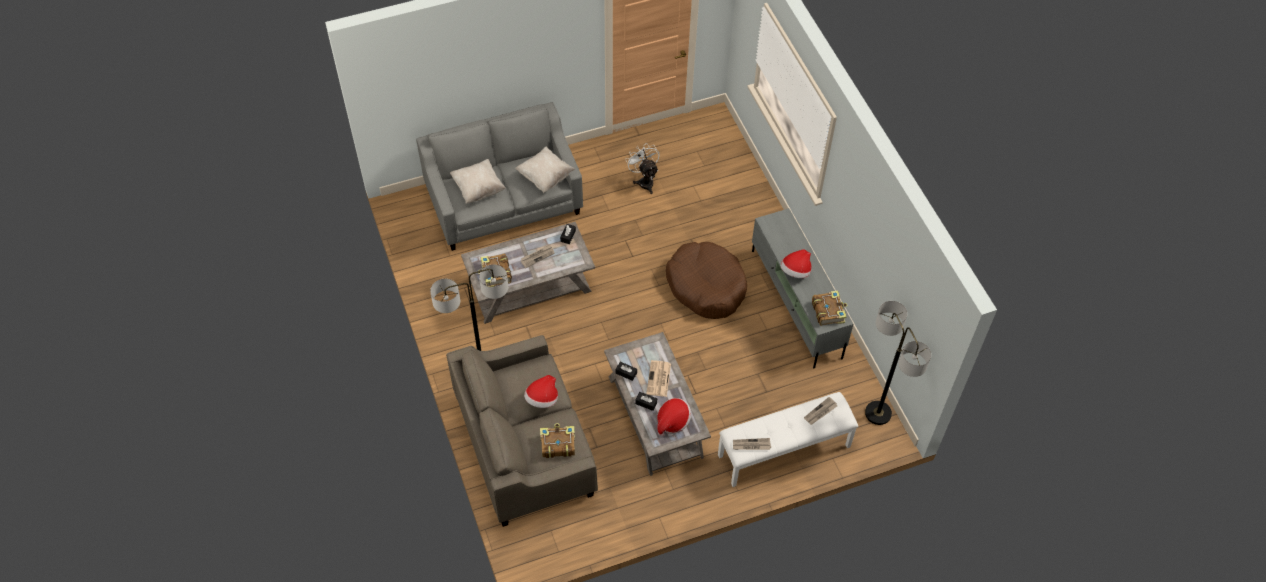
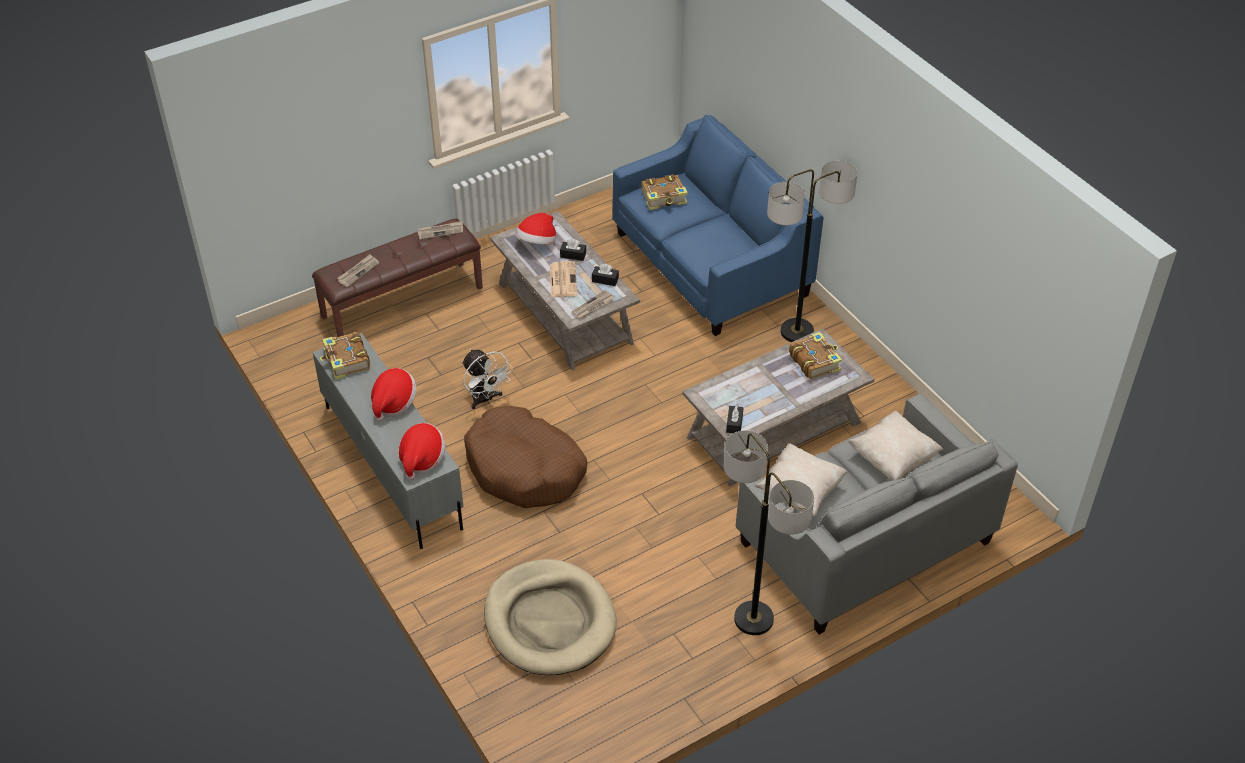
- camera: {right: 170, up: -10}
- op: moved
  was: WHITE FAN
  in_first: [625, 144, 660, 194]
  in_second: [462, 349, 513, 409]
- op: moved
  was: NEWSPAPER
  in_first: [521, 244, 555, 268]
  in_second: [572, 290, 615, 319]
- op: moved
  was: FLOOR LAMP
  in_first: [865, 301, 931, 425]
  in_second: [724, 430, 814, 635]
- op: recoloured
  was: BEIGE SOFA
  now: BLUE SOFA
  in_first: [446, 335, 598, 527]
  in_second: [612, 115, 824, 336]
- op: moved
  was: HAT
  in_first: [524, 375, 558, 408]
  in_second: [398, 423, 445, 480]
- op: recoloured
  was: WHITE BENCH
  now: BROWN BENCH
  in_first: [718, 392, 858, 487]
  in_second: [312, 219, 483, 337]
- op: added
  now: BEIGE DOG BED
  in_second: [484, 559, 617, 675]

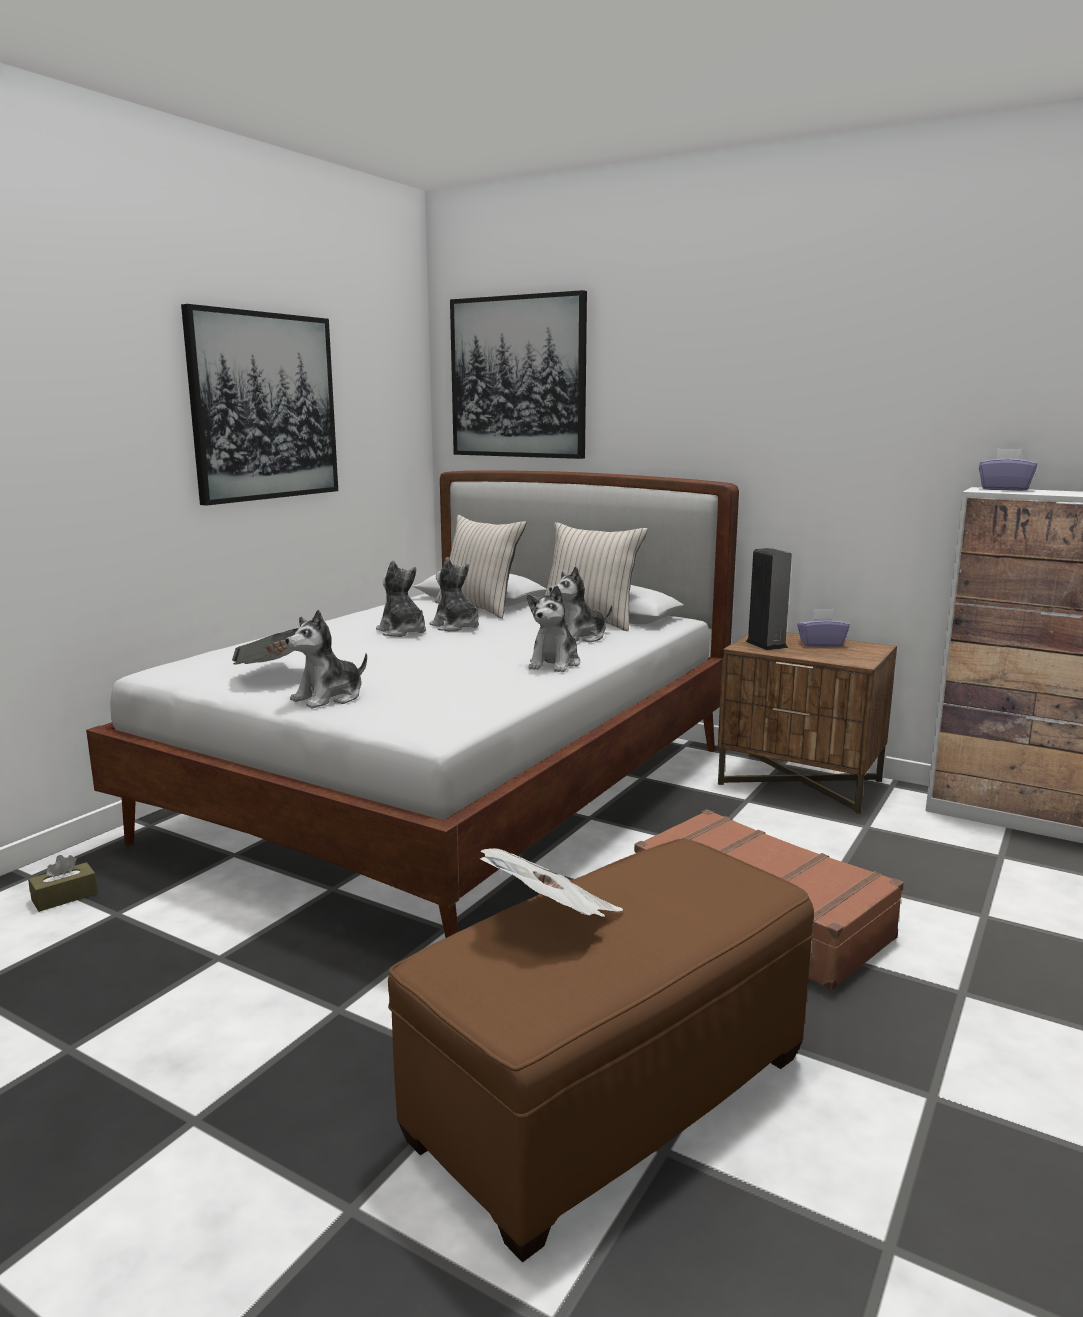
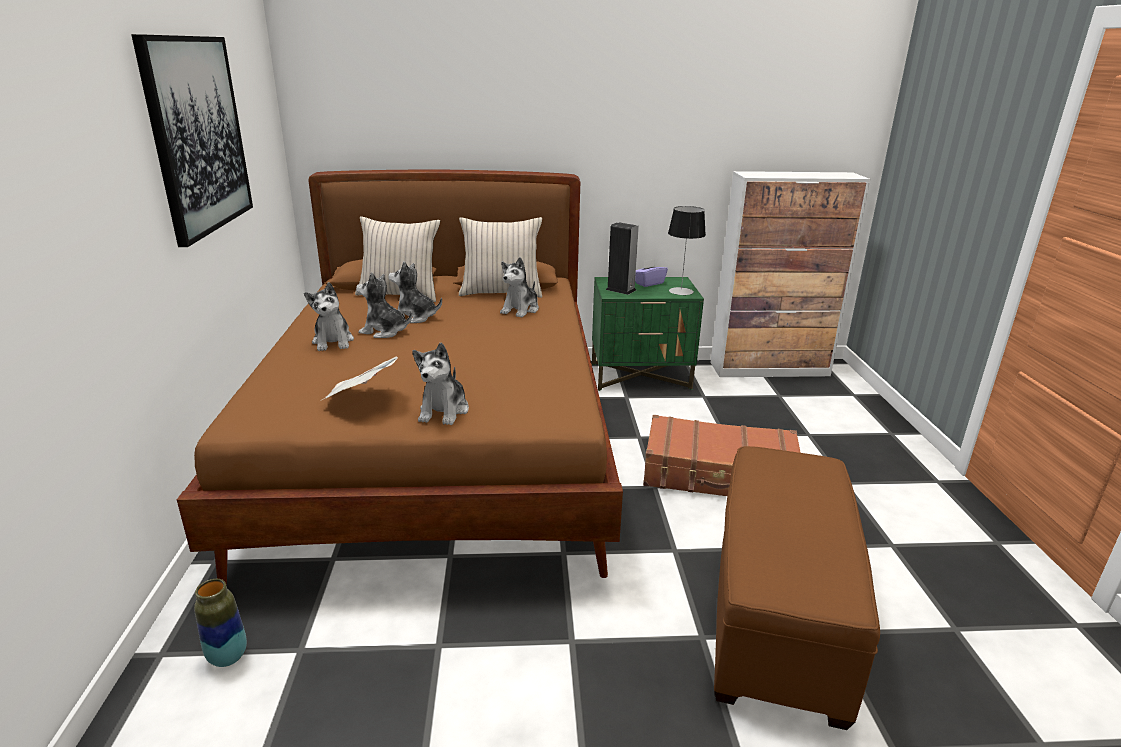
- camera: {right: -35, up: 10}
- op: removed
  was: PICTURE
  in_first: [450, 290, 587, 459]
- op: removed
  was: PURPLE TISSUE BOX
  in_first: [979, 448, 1037, 491]
- op: recoloured
  was: WHITE BED
  now: BROWN BED
  in_first: [86, 470, 739, 938]
  in_second: [177, 170, 623, 586]
- op: moved
  was: PLUSH TOY
  in_first: [527, 585, 580, 672]
  in_second: [304, 282, 354, 351]
- op: recoloured
  was: BROWN NIGHTSTAND
  now: GREEN NIGHTSTAND
  in_first: [718, 632, 897, 815]
  in_second: [592, 277, 704, 391]
- op: removed
  was: NEWSPAPER
  in_first: [480, 848, 623, 917]
- op: replaced
  was: BROWN TISSUE BOX
  now: VASE
  in_first: [28, 855, 98, 912]
  in_second: [194, 579, 247, 667]
- op: added
  now: TABLE LAMP
  in_second: [668, 206, 706, 295]

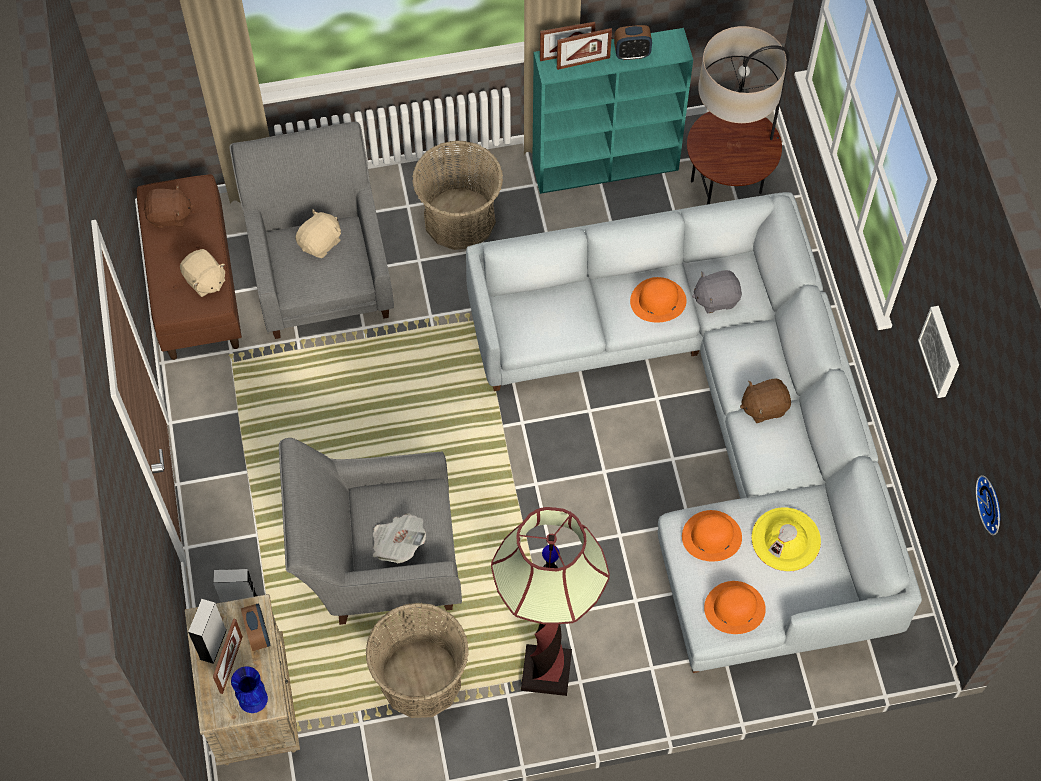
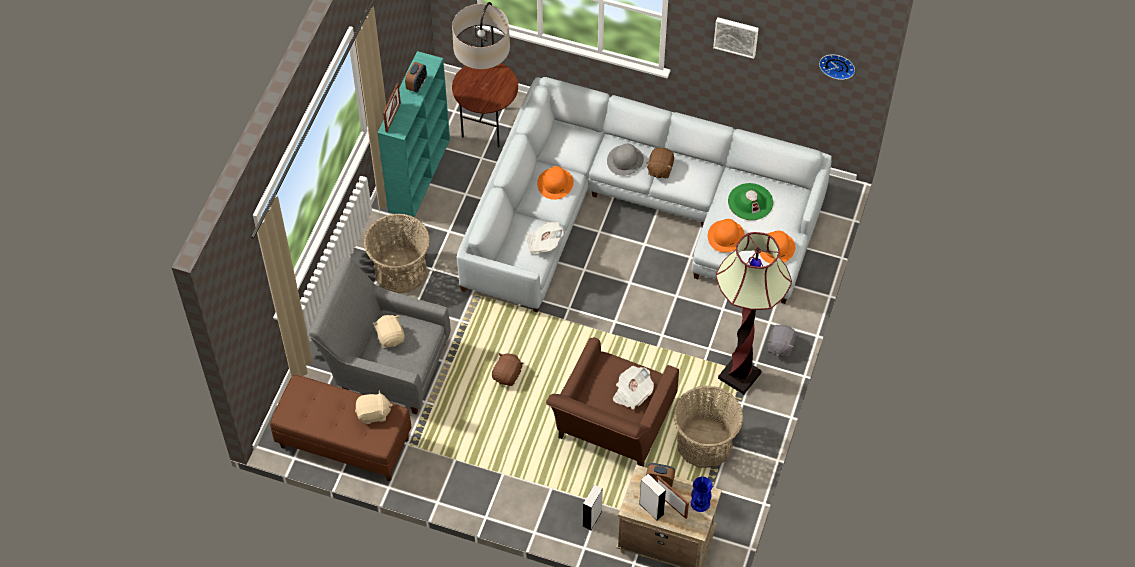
- camera: {right: -60, up: -5}
- op: removed
  was: PICTURE FRAME
  in_first: [557, 28, 612, 70]
- op: moved
  was: BROWN PLUSH TOY
  in_first: [144, 185, 194, 228]
  in_second: [492, 353, 524, 386]
- op: moved
  was: GREY PLUSH TOY
  in_first: [692, 270, 742, 313]
  in_second: [767, 324, 796, 357]
- op: recoloured
  was: GREY ARMCHAIR
  now: BROWN ARMCHAIR
  in_first: [279, 438, 462, 625]
  in_second: [546, 337, 679, 467]
- op: recoloured
  was: YELLOW HAT
  now: GREEN HAT
  in_first: [751, 507, 821, 572]
  in_second: [728, 183, 773, 220]
- op: added
  now: GREY HAT
  in_second: [607, 144, 644, 176]
- op: added
  now: NEWSPAPER
  in_second: [526, 222, 564, 253]

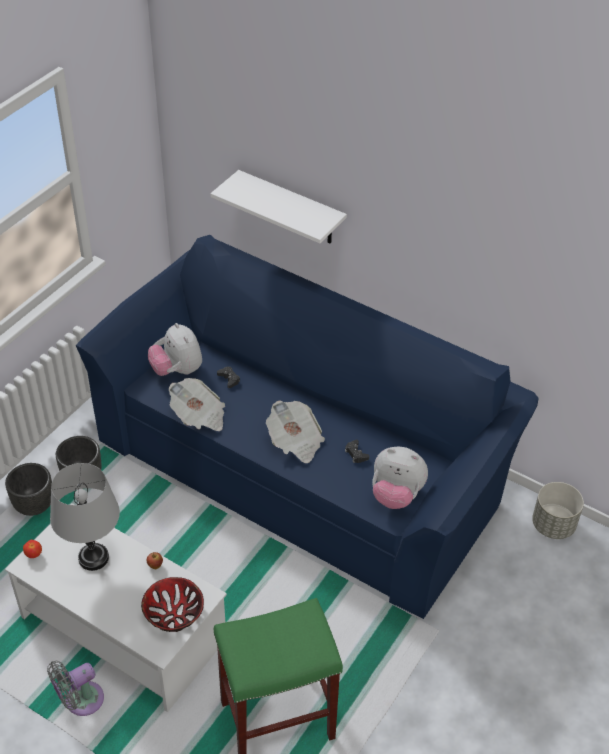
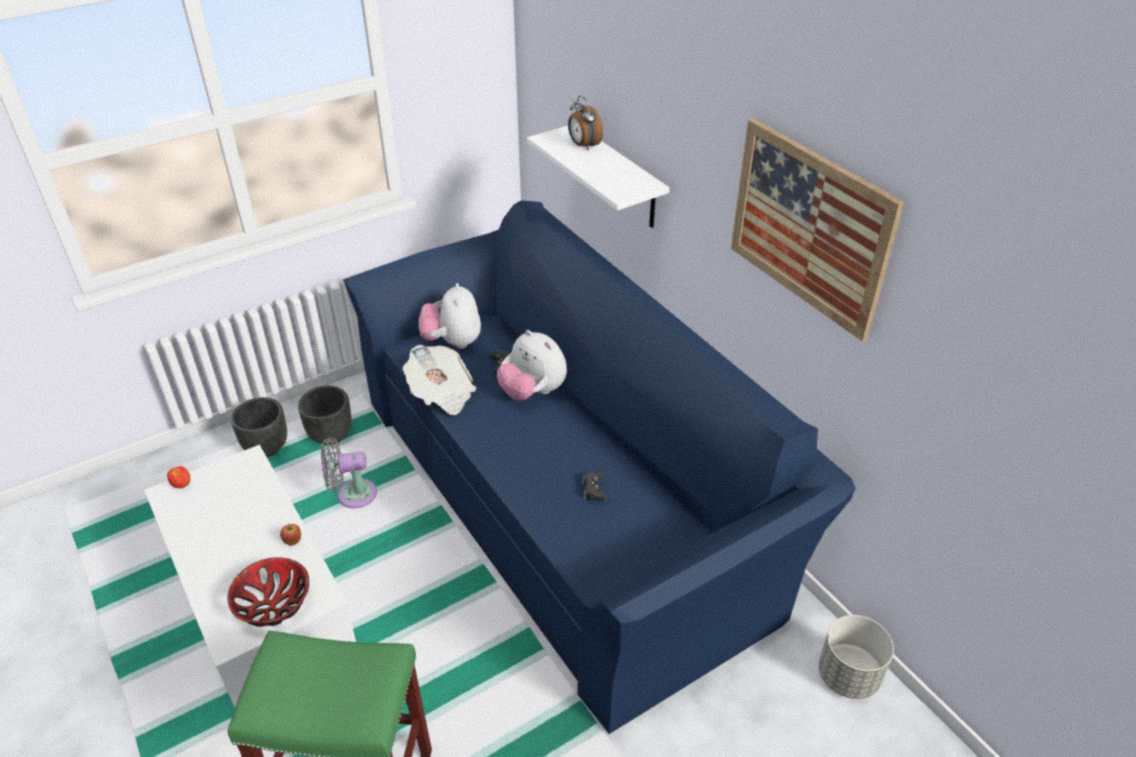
- camera: {right: 25, up: -5}
- op: removed
  was: NEWSPAPER
  in_first: [266, 400, 325, 463]
- op: moved
  was: PLUSH TOY
  in_first: [372, 447, 428, 509]
  in_second: [497, 330, 567, 401]
- op: removed
  was: GREY TABLE LAMP
  in_first: [50, 463, 120, 571]
- op: moved
  was: GREY FAN
  in_first: [47, 661, 104, 716]
  in_second: [321, 438, 377, 508]
- op: added
  now: ALARM CLOCK
  in_second: [568, 96, 603, 150]
- op: added
  now: PICTURE
  in_second: [731, 118, 904, 341]

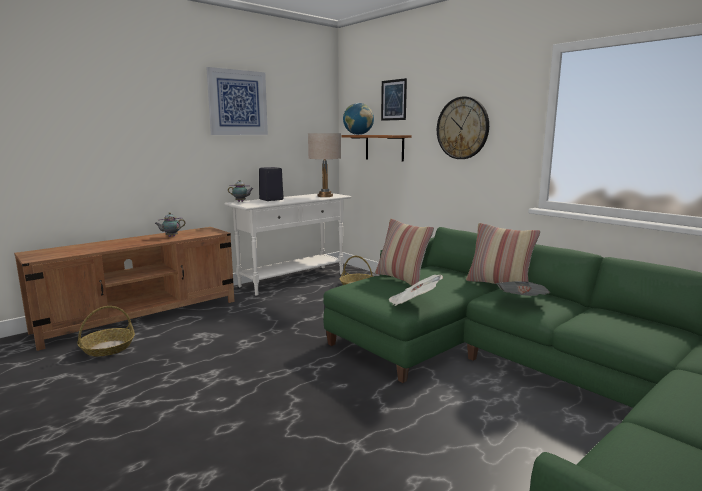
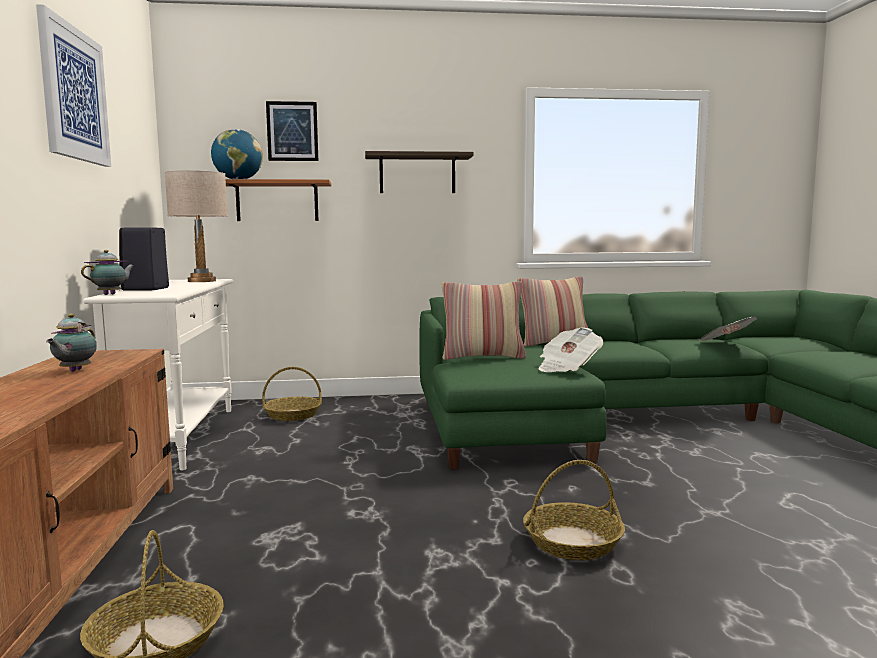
- camera: {right: -55, up: -5}
- op: replaced
  was: WALL CLOCK
  now: SHELF
  in_first: [437, 96, 489, 159]
  in_second: [365, 151, 474, 193]
- op: moved
  was: NEWSPAPER
  in_first: [496, 281, 550, 296]
  in_second: [697, 316, 757, 341]
- op: added
  now: BASKET
  in_second: [523, 460, 625, 560]

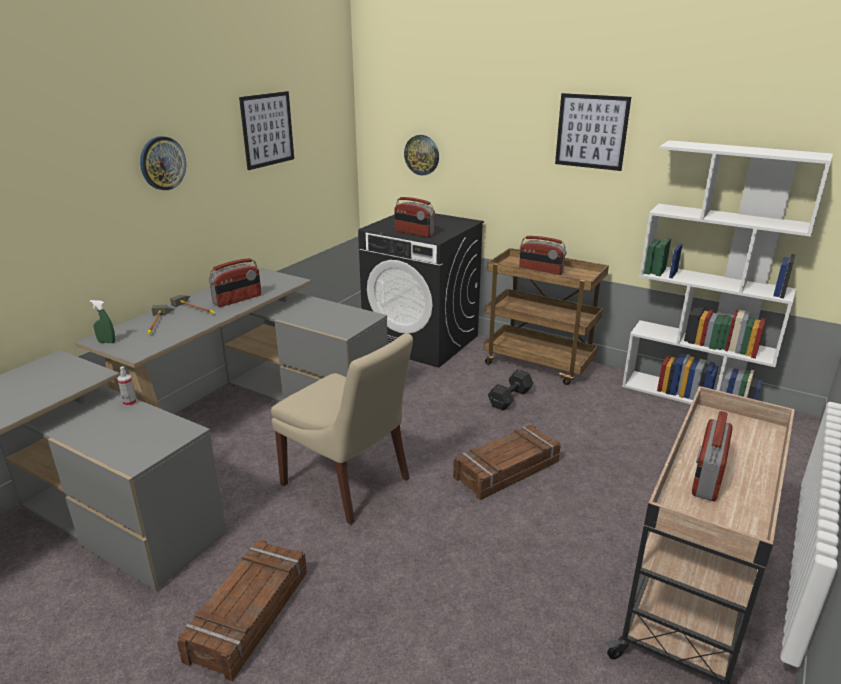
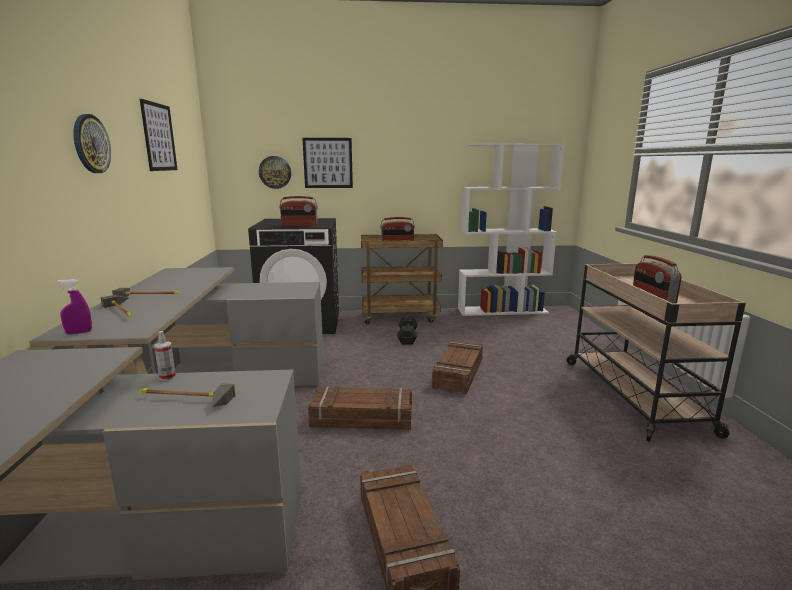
- camera: {right: -35, up: -10}
- op: moved
  was: PICTURE
  in_first: [555, 93, 631, 171]
  in_second: [302, 138, 353, 188]
- op: removed
  was: RADIO
  in_first: [209, 258, 261, 307]
- op: recoloured
  was: GREEN SPRAY BOTTLE
  now: PURPLE SPRAY BOTTLE
  in_first: [90, 300, 116, 343]
  in_second: [57, 279, 92, 334]
- op: replaced
  was: BEIGE CHAIR
  now: CRATE
  in_first: [271, 333, 413, 525]
  in_second: [308, 386, 412, 430]
- op: added
  now: HAMMER
  in_second: [139, 383, 235, 407]

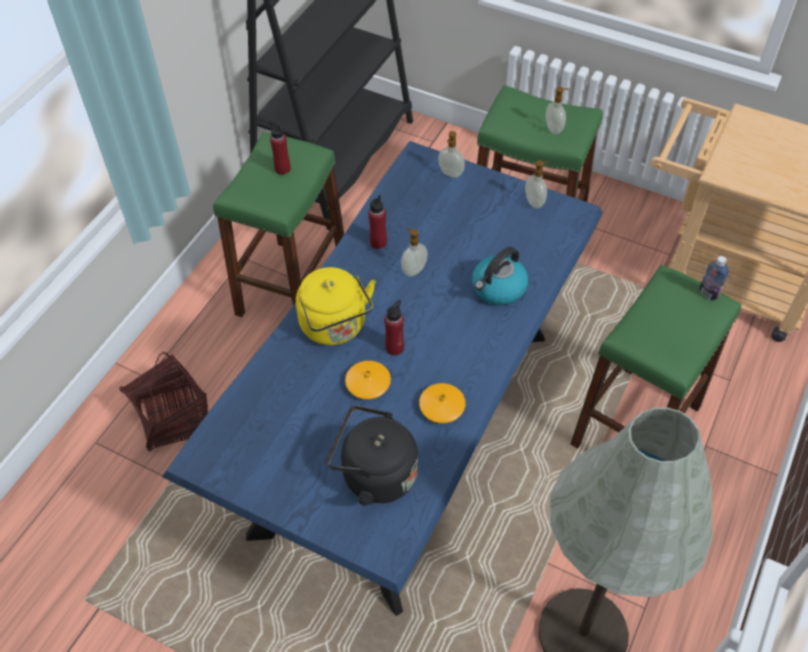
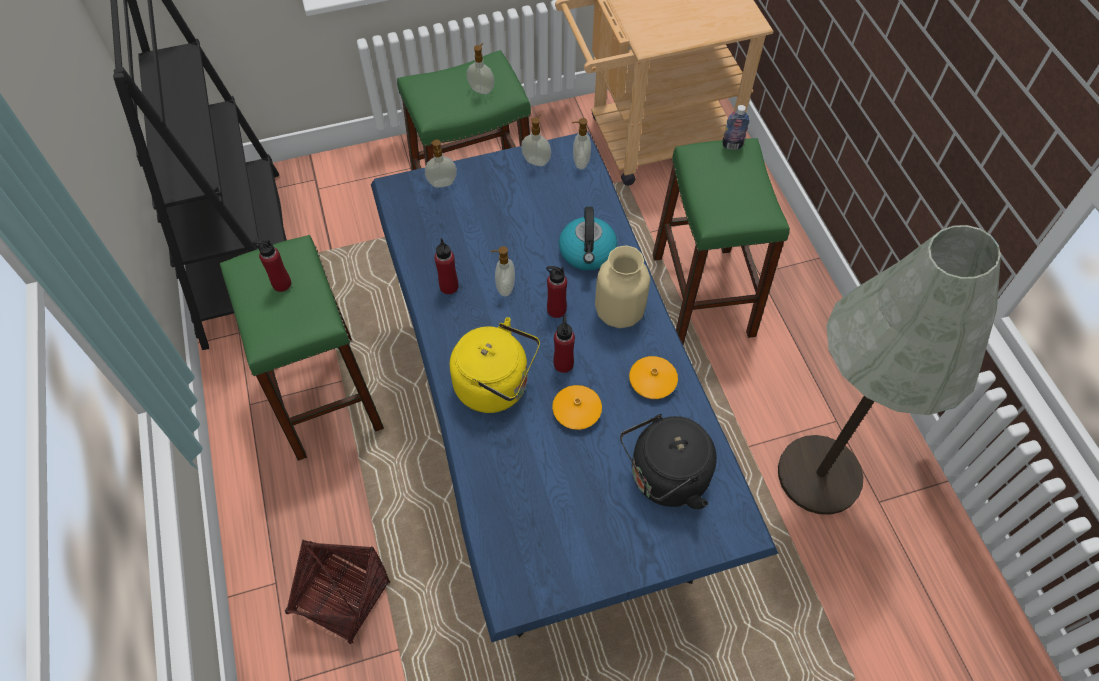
- camera: {right: -45, up: 5}
- op: added
  now: SOAP DISPENSER
  in_second: [572, 118, 591, 169]
- op: added
  now: BEIGE VASE
  in_second: [595, 245, 650, 328]
- op: added
  now: RED BOTTLE
  in_second: [546, 266, 567, 318]

